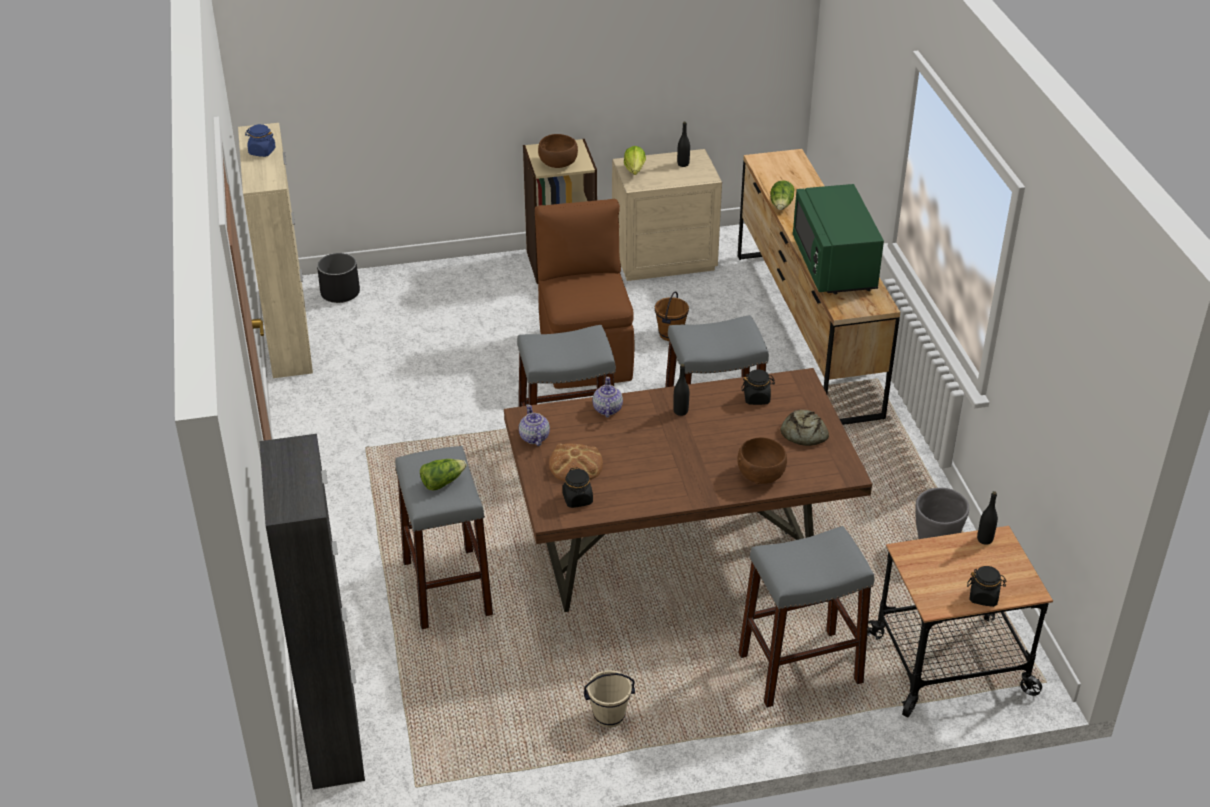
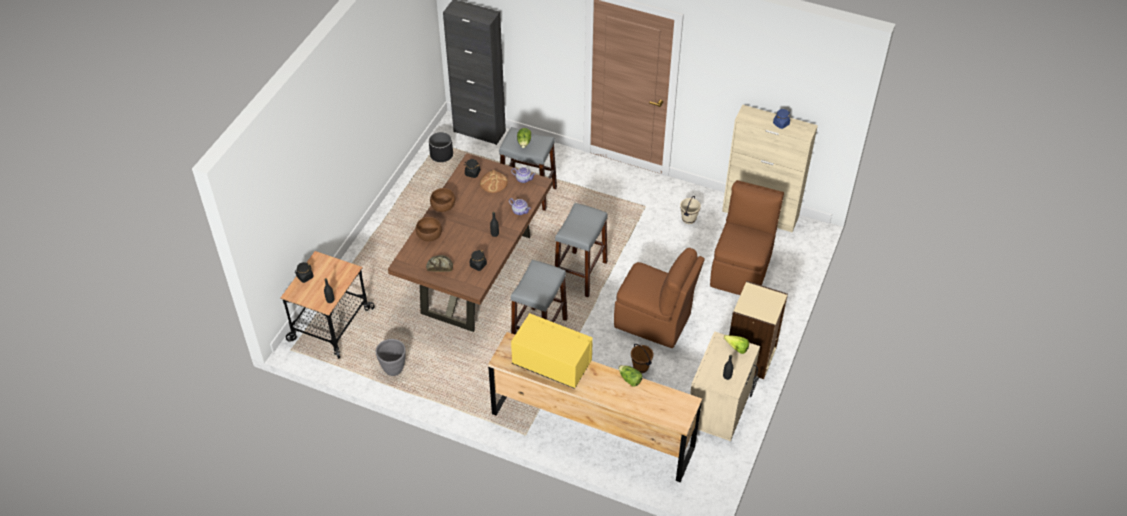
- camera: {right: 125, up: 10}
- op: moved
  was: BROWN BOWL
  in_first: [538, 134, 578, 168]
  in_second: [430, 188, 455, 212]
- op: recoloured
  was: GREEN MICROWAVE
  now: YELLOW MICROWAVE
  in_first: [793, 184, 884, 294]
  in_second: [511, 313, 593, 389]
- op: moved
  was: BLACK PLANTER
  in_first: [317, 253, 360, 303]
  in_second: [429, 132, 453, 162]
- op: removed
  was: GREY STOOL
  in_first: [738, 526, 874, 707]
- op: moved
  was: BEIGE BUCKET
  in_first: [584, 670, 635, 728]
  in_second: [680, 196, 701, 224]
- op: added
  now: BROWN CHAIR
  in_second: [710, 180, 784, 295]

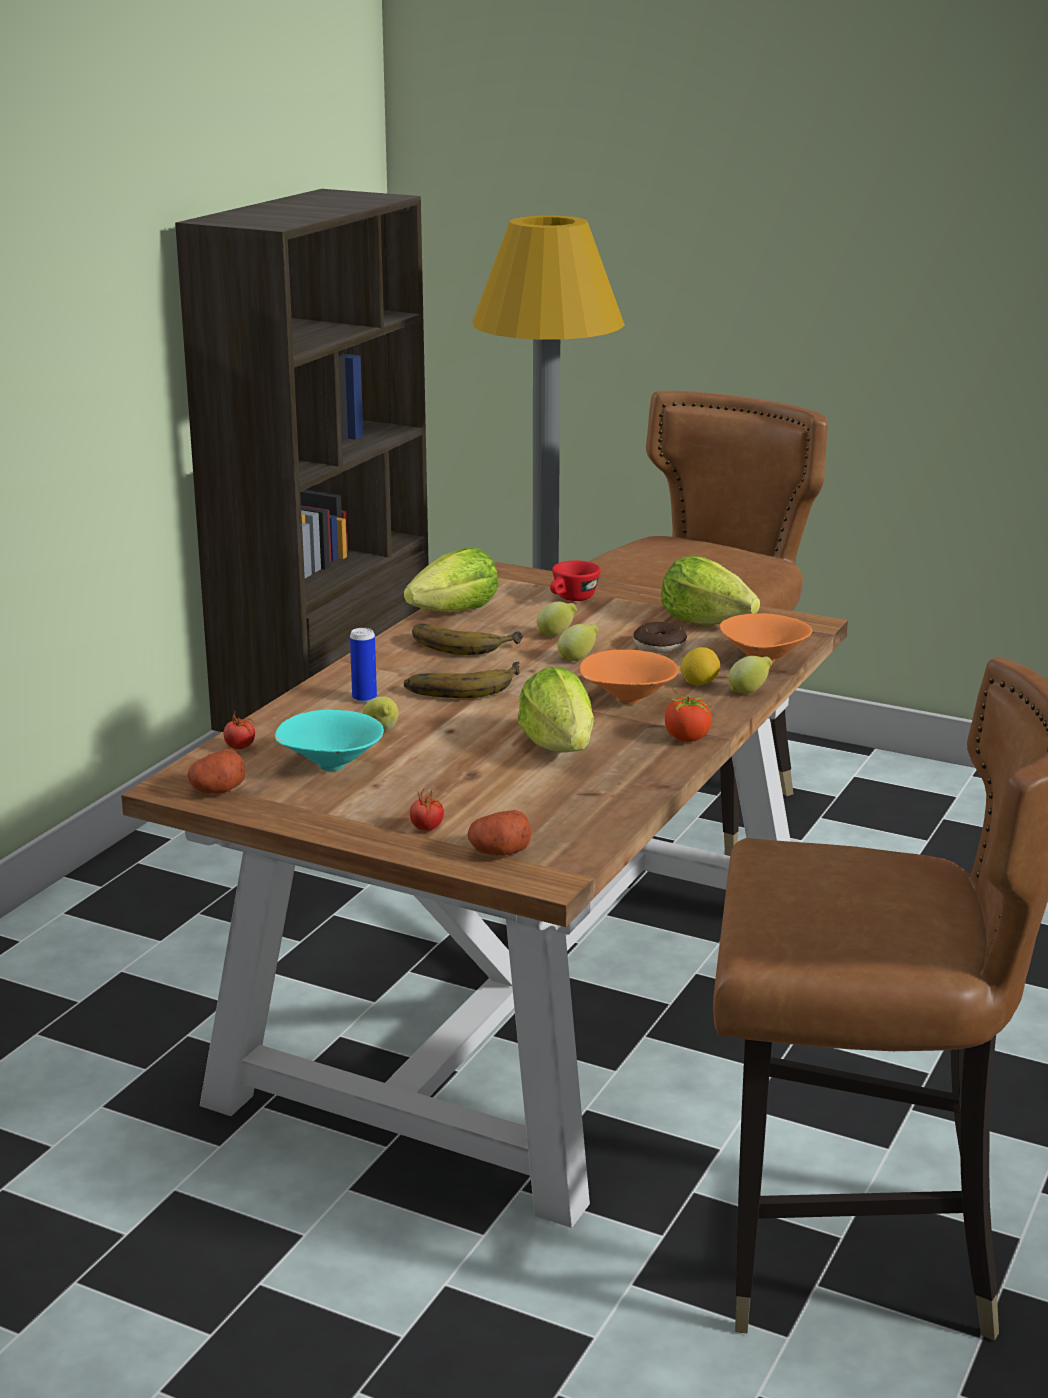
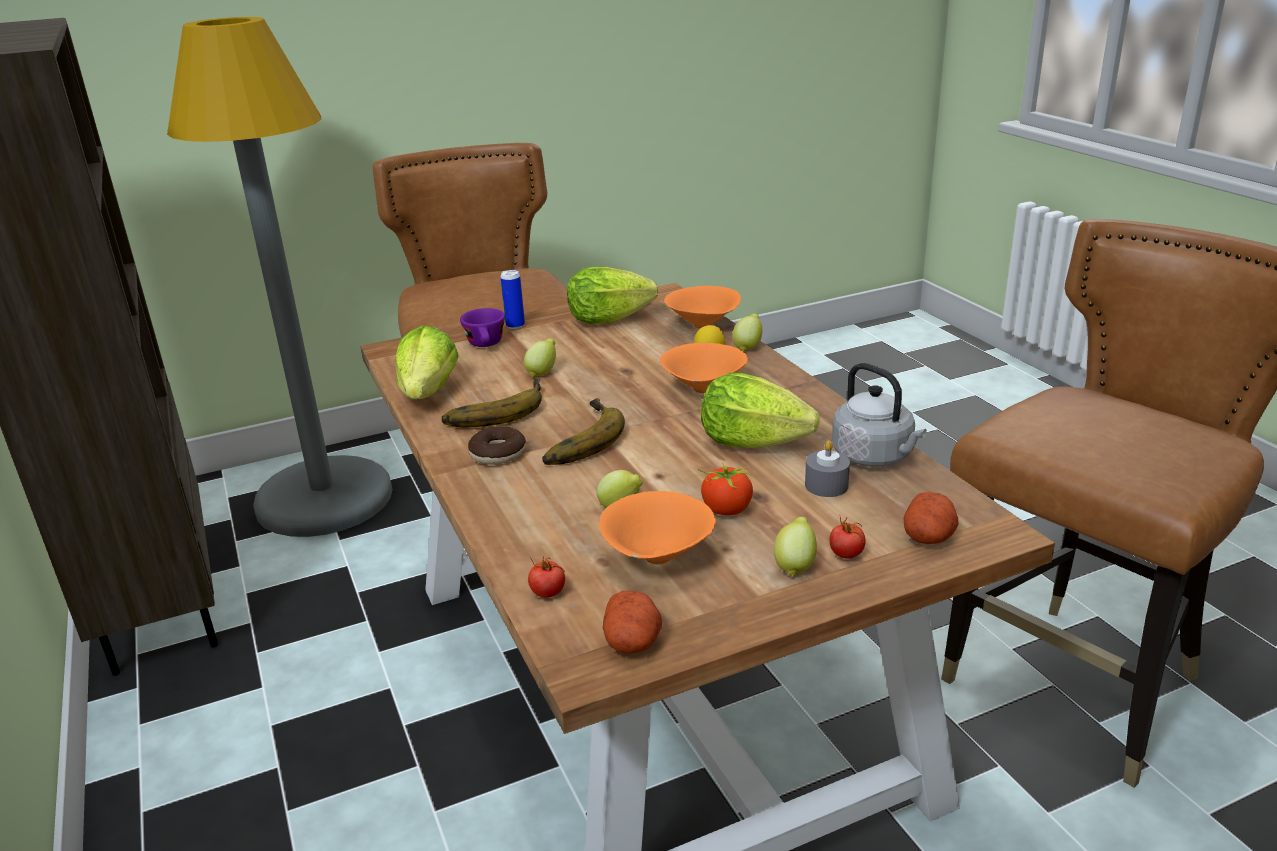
- camera: {right: -50, up: 5}
- op: recoloured
  was: RED CUP
  now: PURPLE CUP
  in_first: [550, 561, 601, 601]
  in_second: [460, 308, 505, 347]
- op: moved
  was: DONUT
  in_first: [633, 622, 687, 653]
  in_second: [468, 426, 526, 465]
- op: moved
  was: LEMON
  in_first: [557, 624, 599, 661]
  in_second: [774, 517, 817, 577]
- op: moved
  was: CAN
  in_first: [350, 628, 377, 703]
  in_second: [501, 270, 525, 329]
- op: moved
  was: TOMATO
  in_first: [663, 688, 713, 742]
  in_second: [698, 463, 754, 515]
- op: recoloured
  was: TURQUOISE BOWL
  now: ORANGE BOWL
  in_first: [275, 710, 384, 771]
  in_second: [599, 491, 716, 565]
- op: added
  now: GREY KETTLE
  in_second: [832, 363, 927, 467]
- op: added
  now: GREY CANDLE
  in_second: [805, 440, 850, 497]

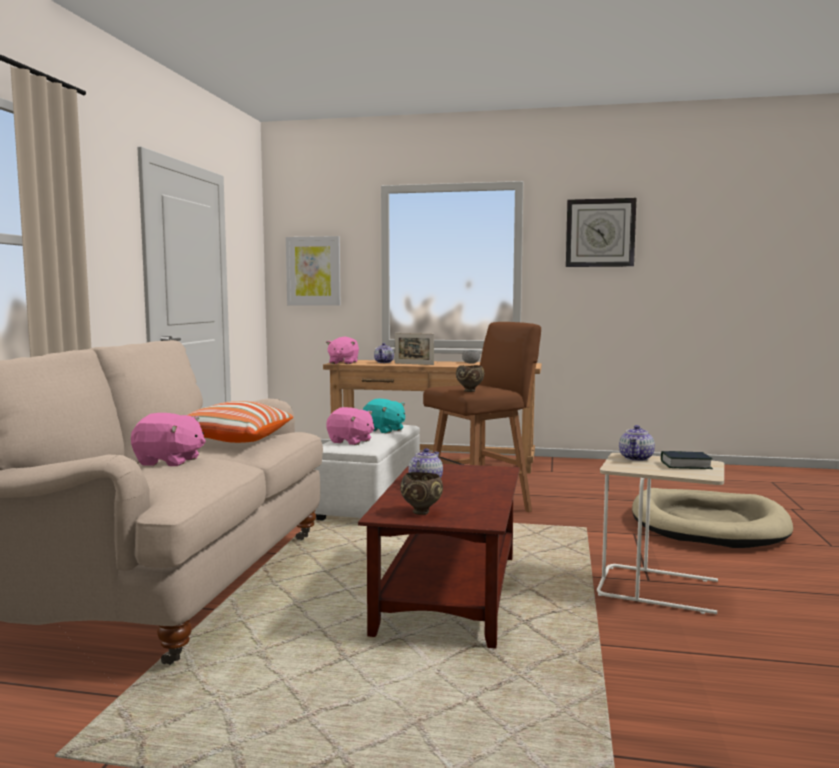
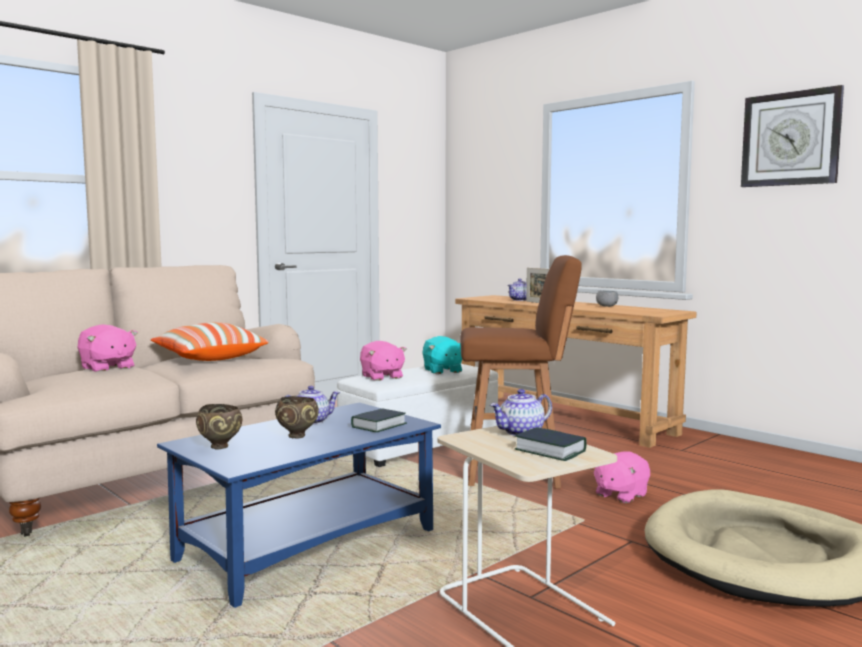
- camera: {right: 35, up: 0}
- op: removed
  was: PICTURE
  in_first: [286, 236, 341, 306]
- op: moved
  was: PINK PLUSH TOY
  in_first: [326, 337, 359, 364]
  in_second: [594, 451, 650, 503]
- op: moved
  was: BROWN BOWL
  in_first: [456, 365, 484, 392]
  in_second: [275, 396, 319, 439]
- op: recoloured
  was: BROWN COFFEE TABLE
  now: BLUE COFFEE TABLE
  in_first: [358, 464, 520, 649]
  in_second: [157, 402, 441, 608]
- op: added
  now: BOOK
  in_second: [351, 408, 407, 432]

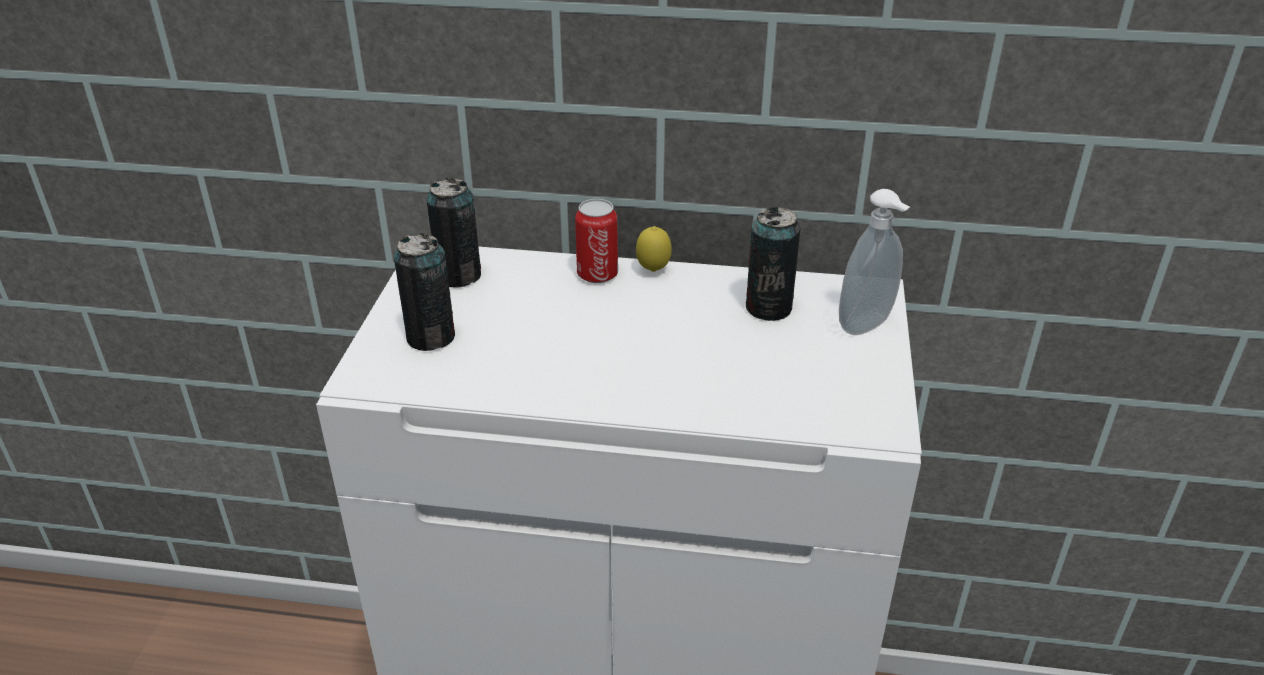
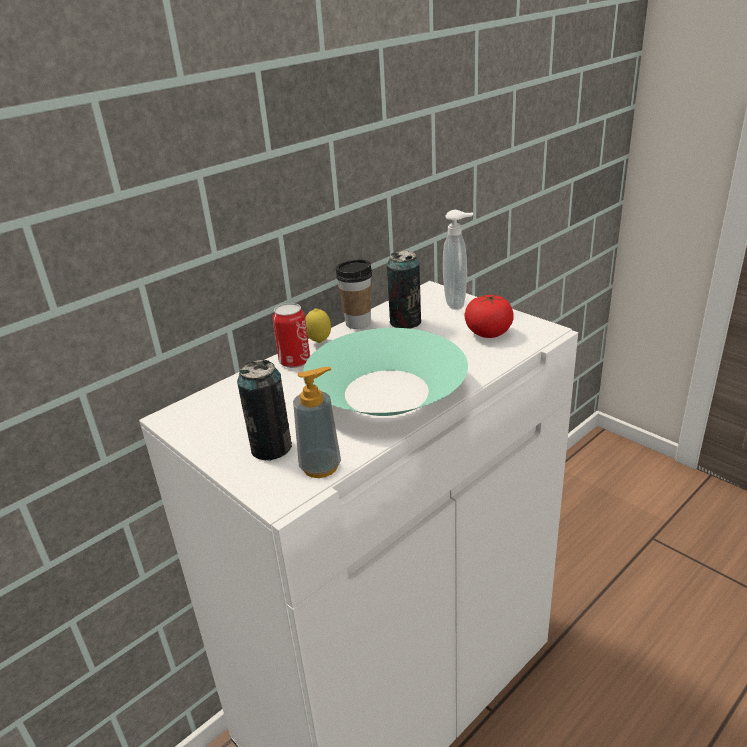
- camera: {right: -50, up: -5}
- op: removed
  was: CAN
  in_first: [427, 178, 481, 288]
- op: added
  now: CUP
  in_second: [335, 259, 372, 329]
- op: added
  now: TOMATO
  in_second: [464, 294, 514, 338]
- op: added
  now: TURQUOISE BOWL
  in_second: [303, 328, 468, 416]
- op: added
  now: SOAP DISPENSER
  in_second: [293, 367, 341, 478]

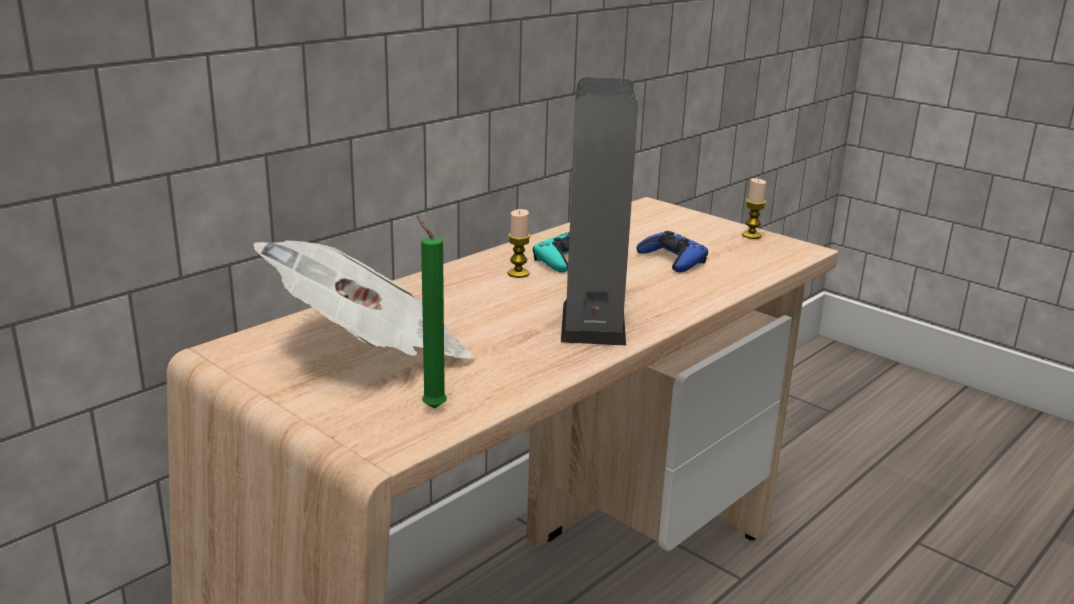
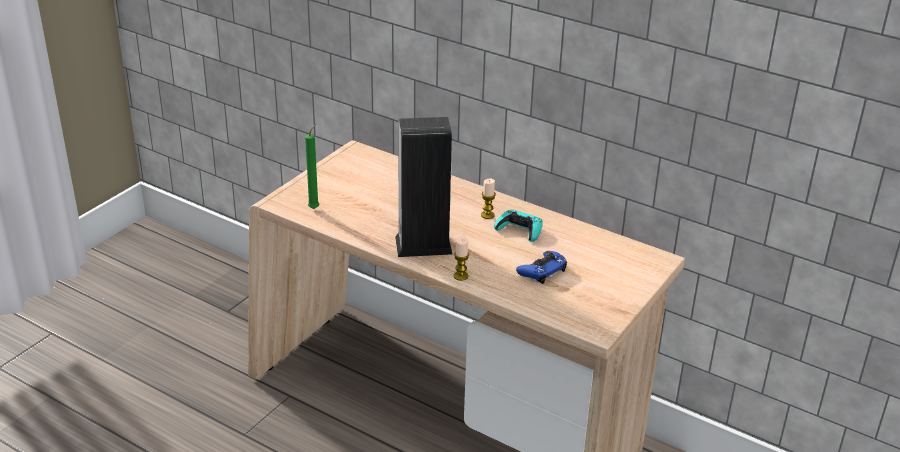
- camera: {right: 80, up: 10}
- op: moved
  was: CANDLE
  in_first: [742, 178, 766, 239]
  in_second: [454, 237, 469, 281]
- op: removed
  was: NEWSPAPER
  in_first: [254, 240, 475, 359]

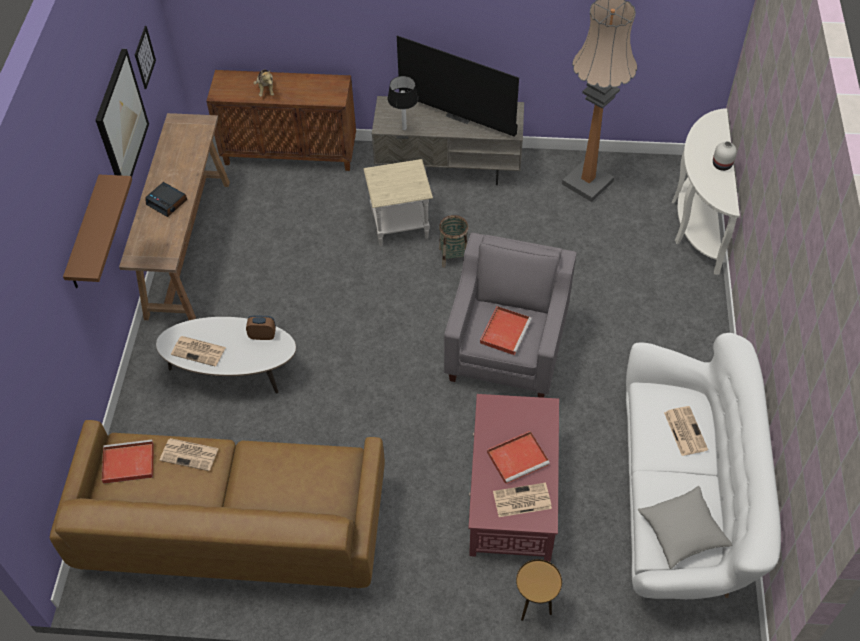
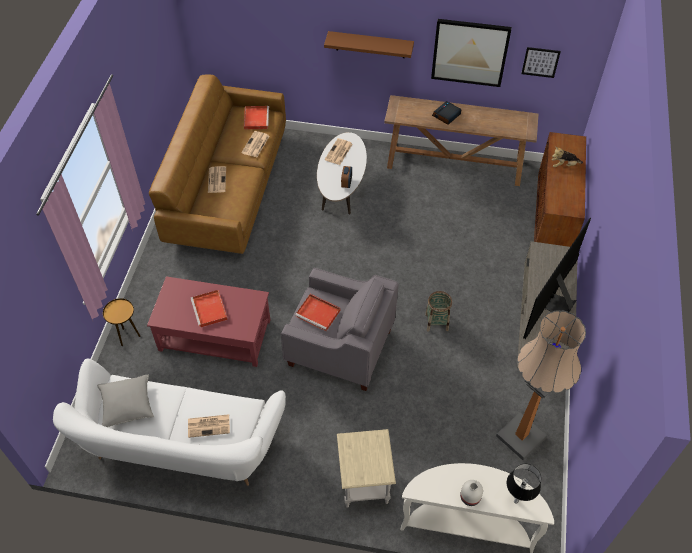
- camera: {right: 95, up: 0}
- op: moved
  was: TABLE LAMP
  in_first: [388, 76, 419, 130]
  in_second: [507, 464, 541, 504]
- op: moved
  was: BEIGE SIDE TABLE
  in_first: [363, 159, 433, 246]
  in_second: [337, 429, 396, 508]
- op: moved
  was: NEWSPAPER
  in_first: [493, 483, 552, 517]
  in_second: [208, 166, 226, 193]

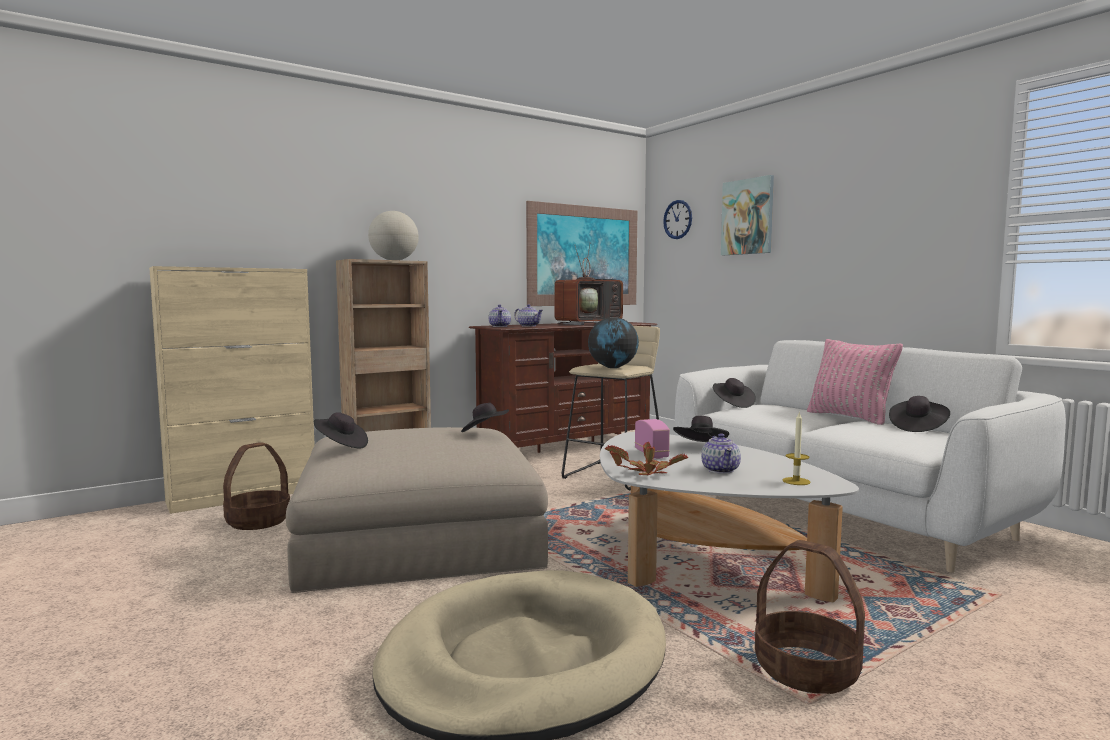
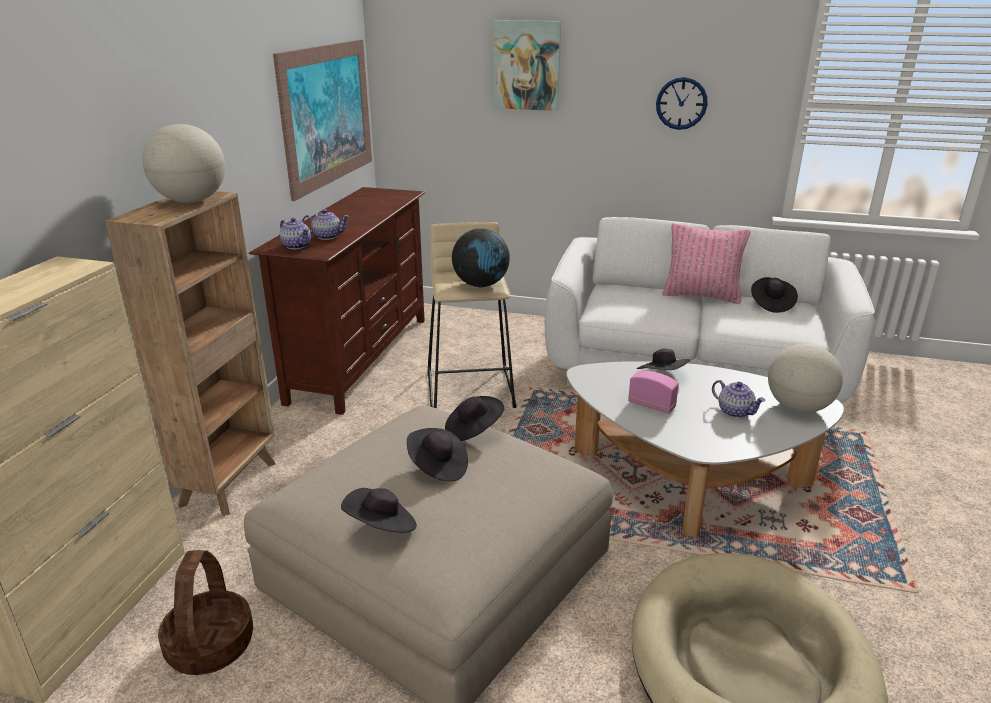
- camera: {right: -40, up: 20}
- op: moved
  was: WALL CLOCK
  in_first: [663, 200, 692, 239]
  in_second: [656, 77, 708, 130]
- op: removed
  was: TELEVISION
  in_first: [554, 242, 623, 325]
- op: moved
  was: BLACK HAT
  in_first: [713, 378, 756, 408]
  in_second: [407, 428, 468, 482]
- op: replaced
  was: CANDLE
  now: GLOBE
  in_first: [782, 411, 811, 485]
  in_second: [768, 344, 843, 413]
- op: removed
  was: POTTED PLANT
  in_first: [605, 442, 688, 475]
- op: removed
  was: BASKET
  in_first: [755, 540, 865, 694]

